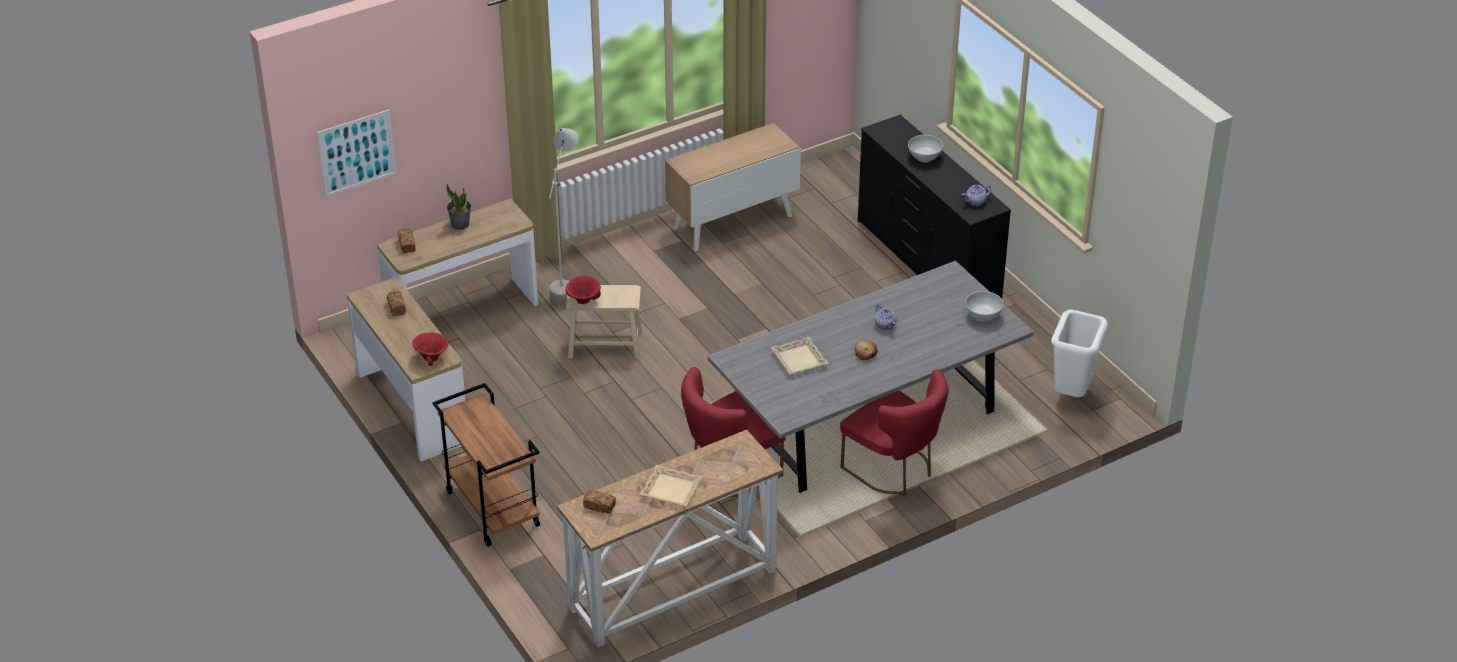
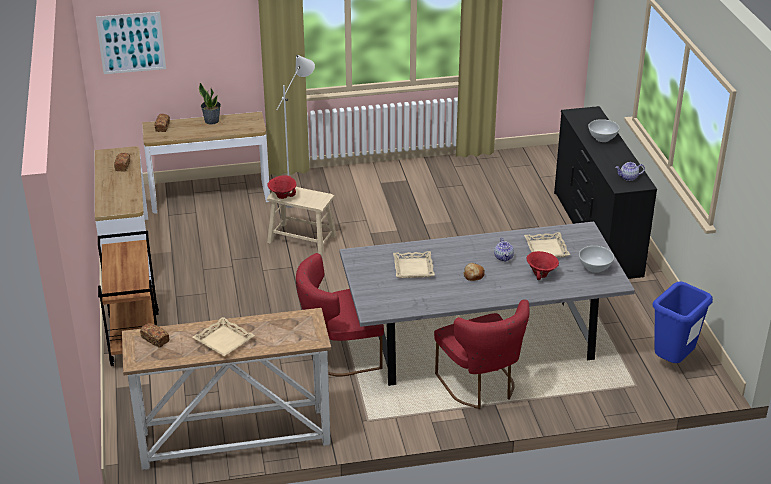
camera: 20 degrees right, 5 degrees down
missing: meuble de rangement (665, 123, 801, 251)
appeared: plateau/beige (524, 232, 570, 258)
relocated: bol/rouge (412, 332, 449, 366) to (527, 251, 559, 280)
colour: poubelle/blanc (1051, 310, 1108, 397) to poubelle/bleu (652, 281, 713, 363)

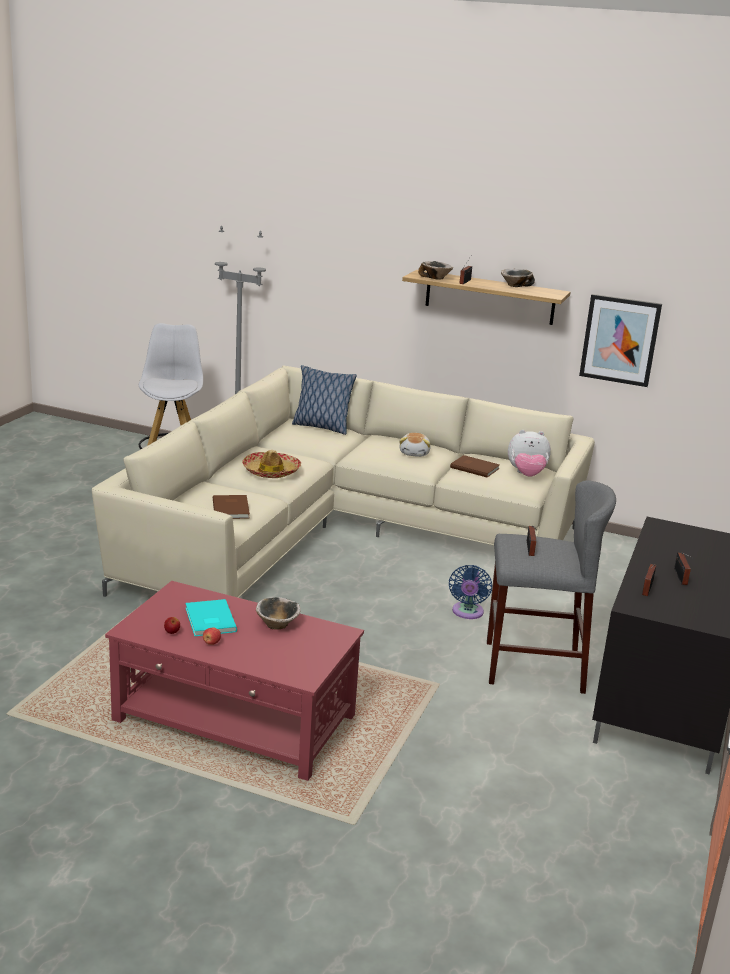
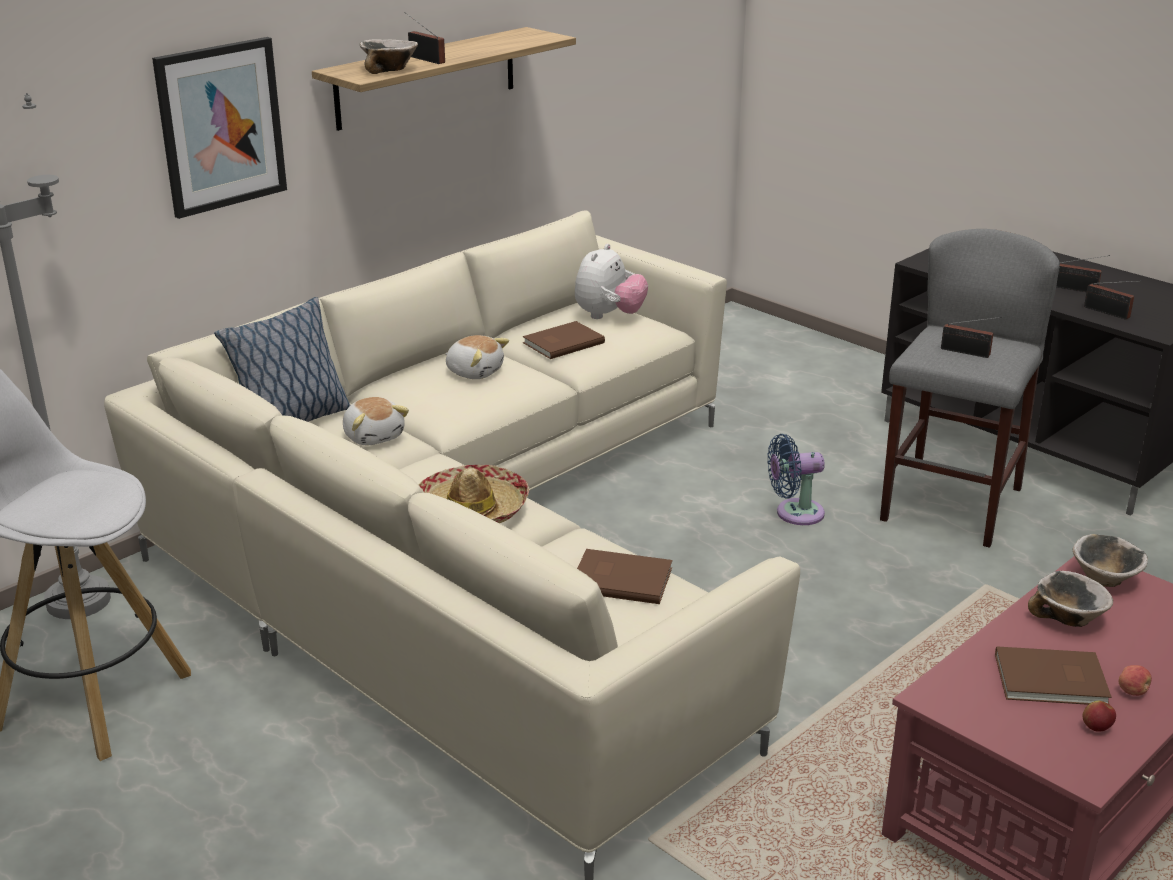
camera: 65 degrees left, 5 degrees up
appeared: peluche (343, 397, 409, 445)
relocated: bol (501, 269, 535, 287) to (1073, 534, 1148, 587); tableau (579, 294, 662, 387) to (152, 37, 287, 219)
colour: livre/turquoise (185, 599, 237, 636) to livre/marron (995, 646, 1112, 705)
spun: ventilateur/bleu (449, 565, 492, 619) = (767, 434, 825, 525) 135 degrees clockwise

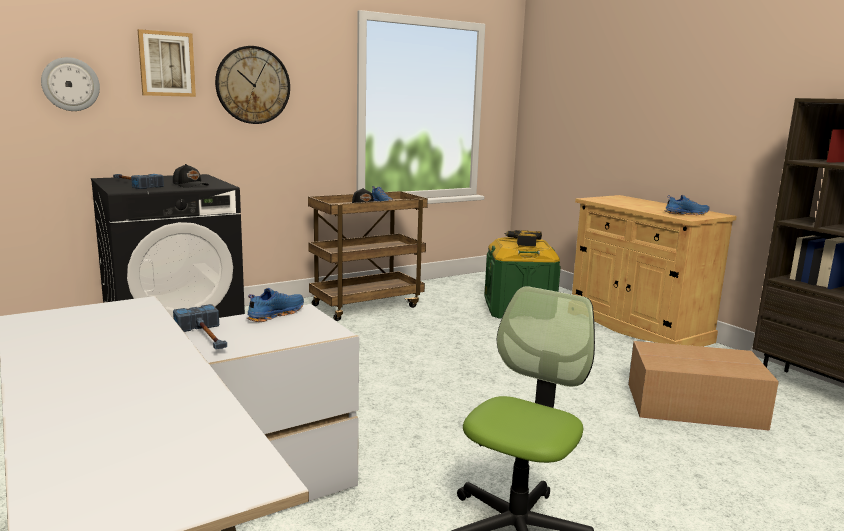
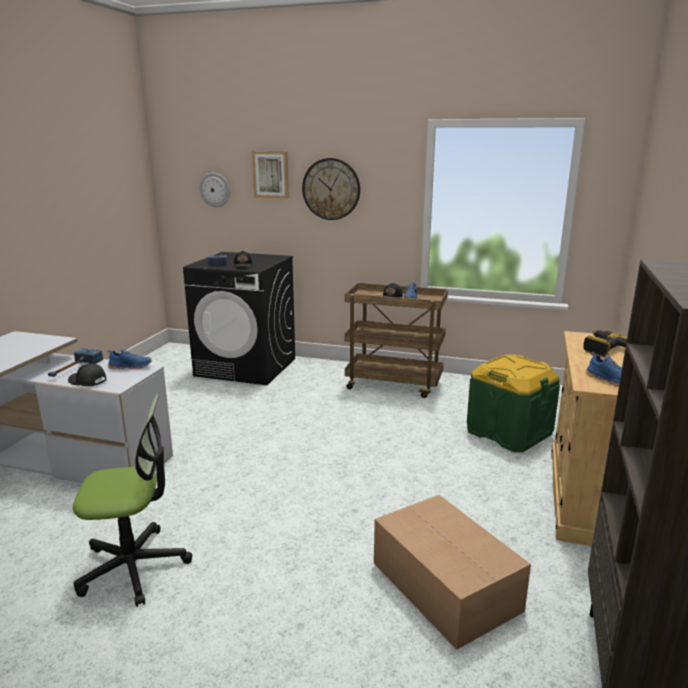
camera: 50 degrees right, 5 degrees up
appeared: casquette/noir (68, 363, 107, 386)
relocated: perceuse (504, 230, 542, 248) to (583, 330, 627, 357)

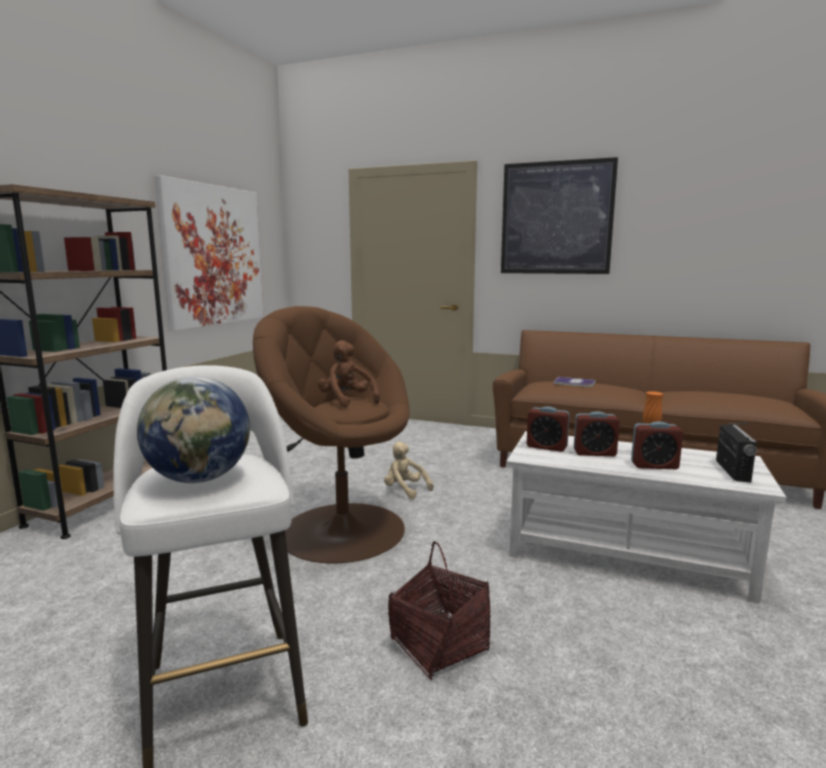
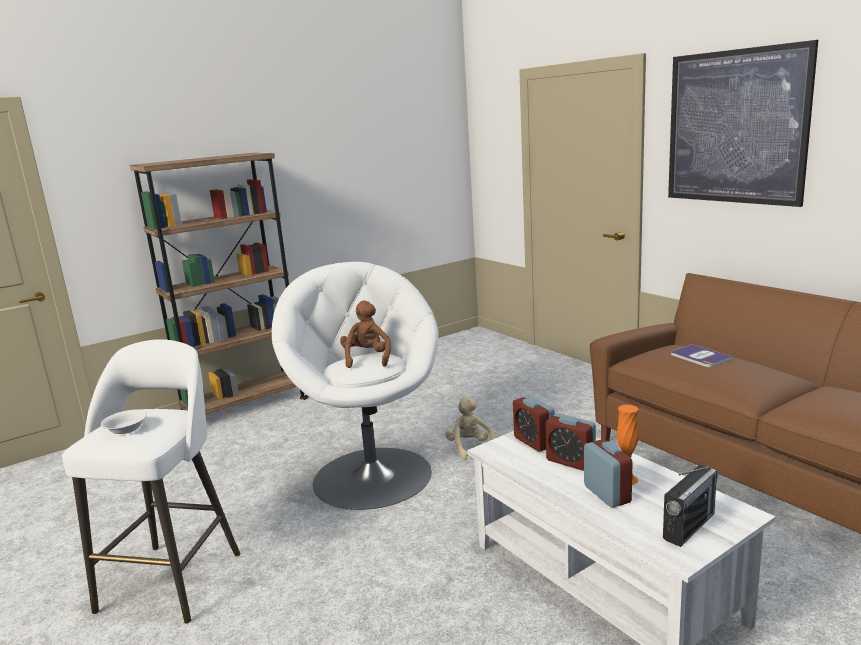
camera: 35 degrees right, 5 degrees up
missing: tableau (155, 175, 264, 331); panier (388, 541, 491, 680)
exchanged: globe (137, 376, 250, 483) to bol/blanc (101, 410, 147, 434)
colour: fauteuil/marron (253, 306, 410, 563) to fauteuil/blanc (272, 262, 439, 510)
spun: réveil (631, 421, 683, 469) = (584, 439, 633, 508) 150 degrees counterclockwise

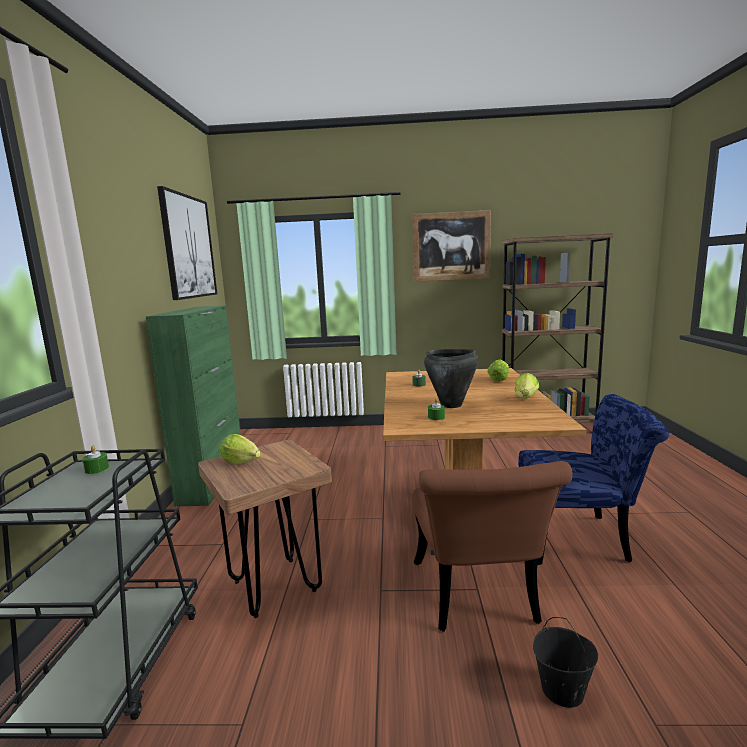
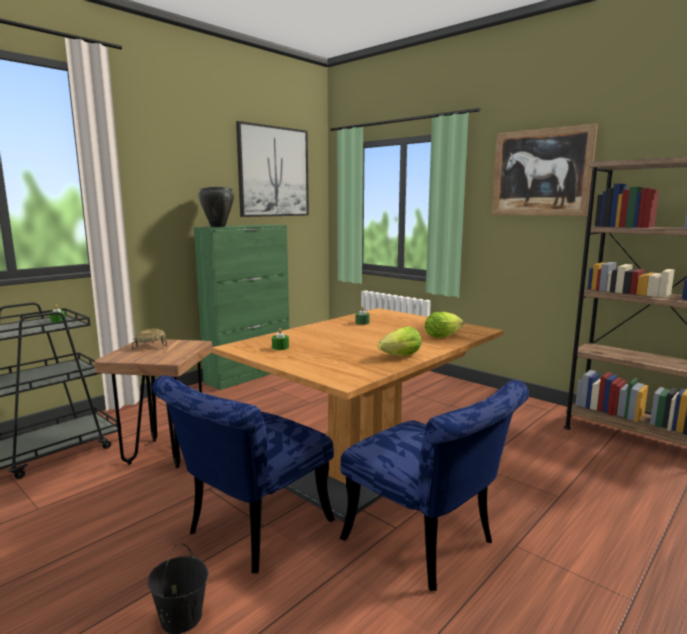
camera: 40 degrees right, 0 degrees up
relocated: marmite/noir (424, 349, 478, 408) to (198, 187, 234, 227)
exchanged: laitue (220, 434, 261, 464) to bol/beige (131, 328, 167, 350)
colour: chaise/marron (412, 461, 573, 632) to chaise/bleu (152, 375, 335, 574)

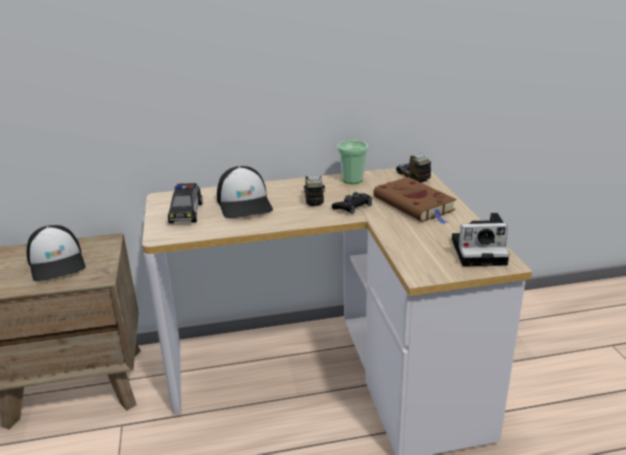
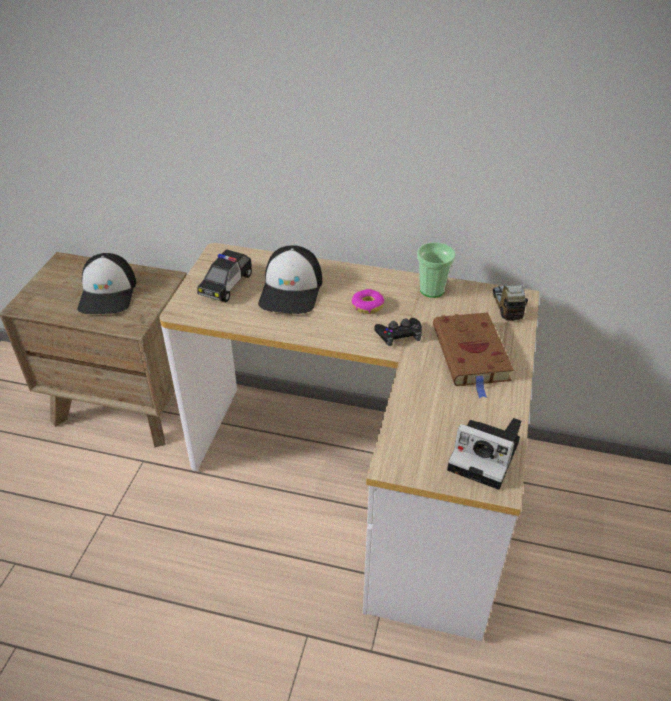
camera: 25 degrees right, 15 degrees up
exchanged: camion jouet (304, 175, 325, 206) to beignet (351, 289, 384, 314)

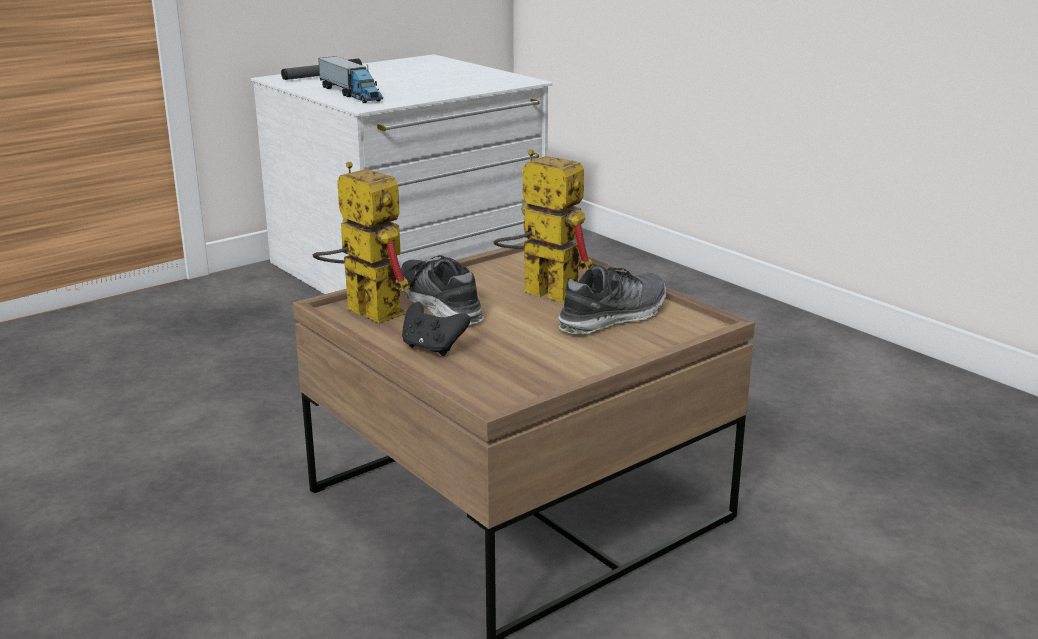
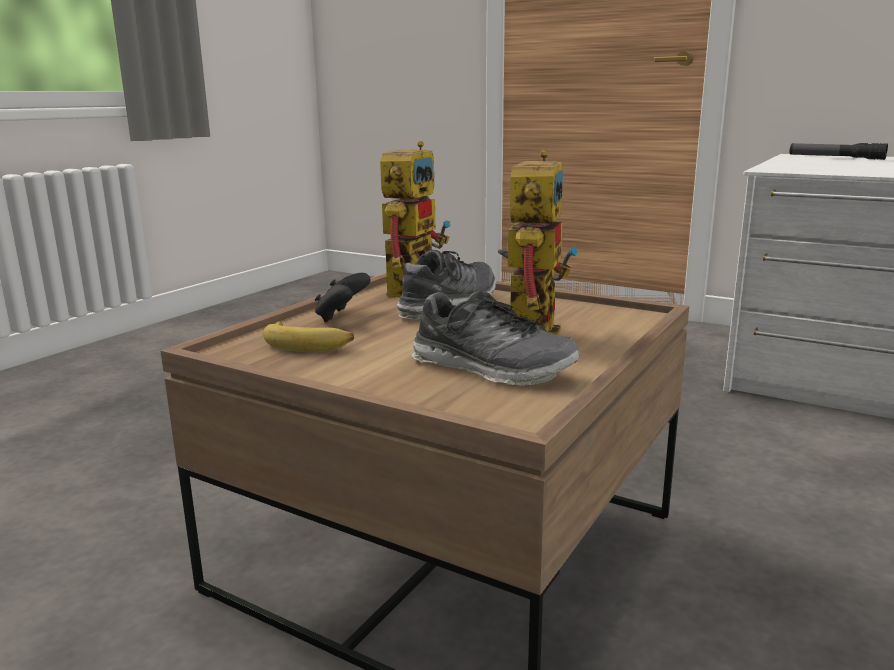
camera: 70 degrees right, 5 degrees down
missing: camion jouet (318, 56, 383, 103)
appeared: banane (263, 321, 354, 352)

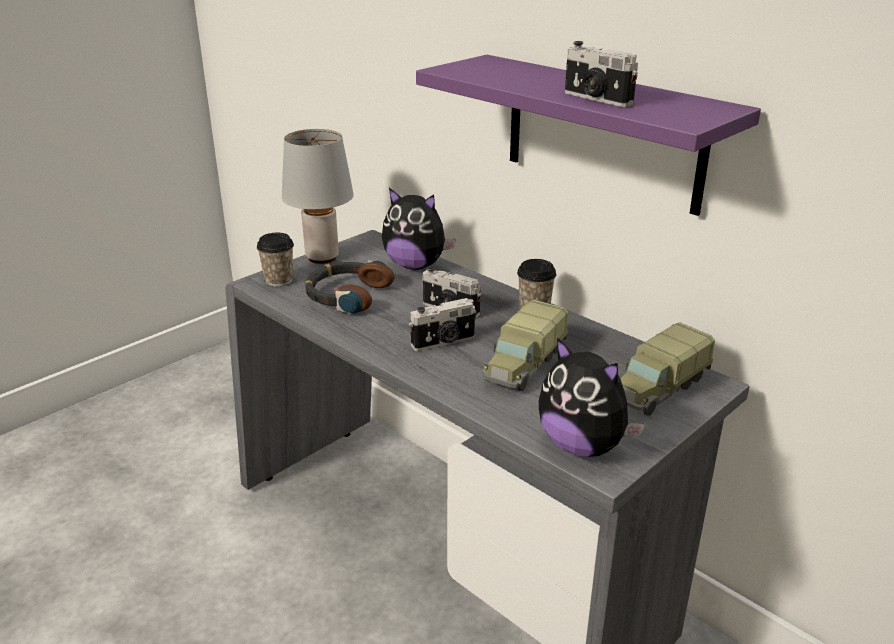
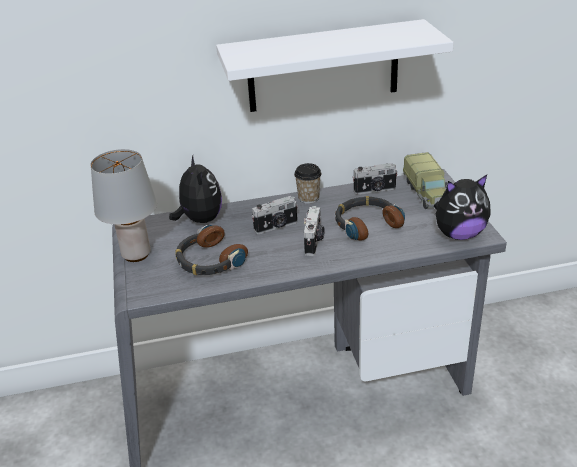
camera: 55 degrees left, 5 degrees up
missing: tasse (257, 233, 294, 286)
relocated: appareil photo (565, 41, 638, 107) to (352, 163, 398, 194)
exchanged: camion jouet (482, 300, 568, 391) to casque audio (335, 196, 405, 241)
colour: étagère/violet (416, 55, 761, 216) to étagère/blanc (216, 19, 454, 112)
spun: peluche (382, 188, 456, 270) = (169, 156, 222, 223) 75 degrees counterclockwise

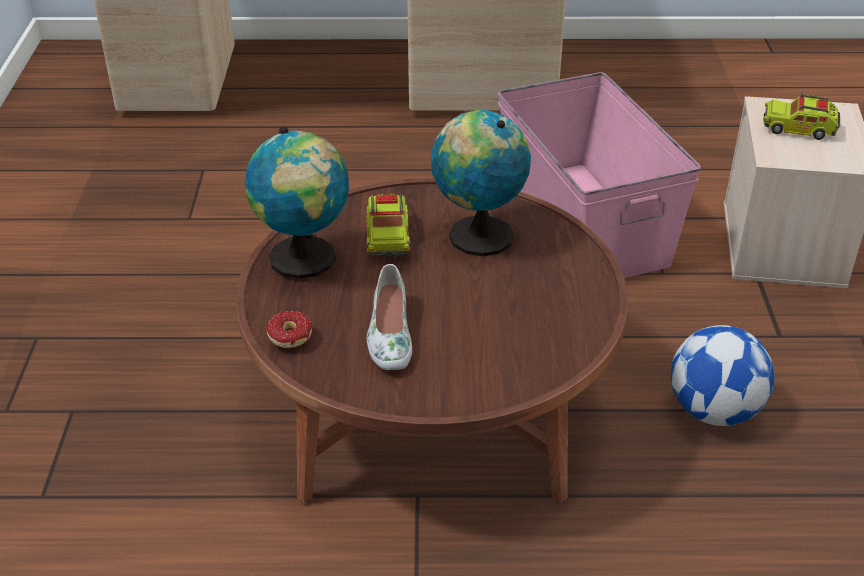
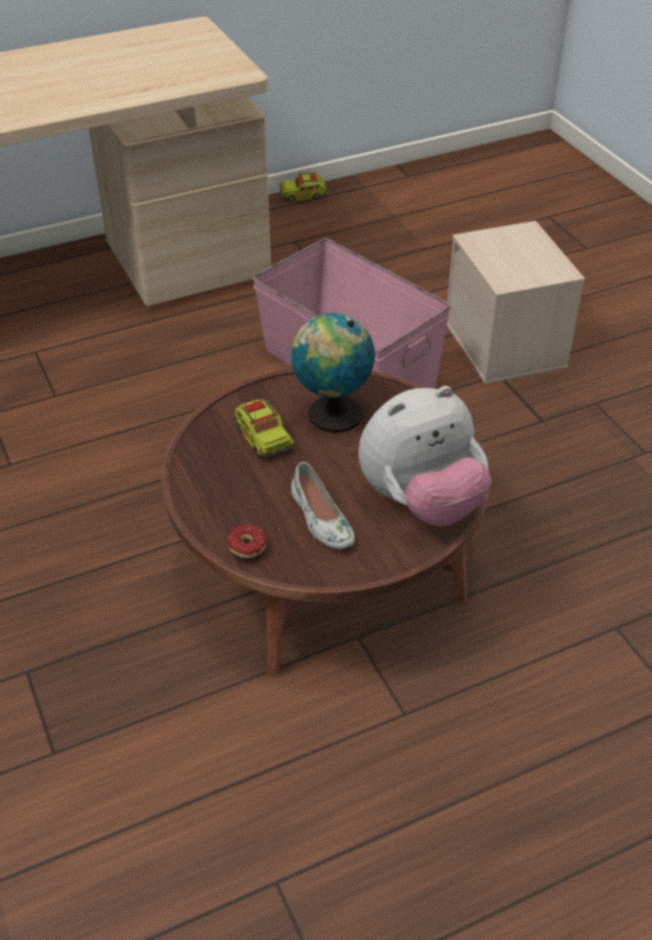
camera: 25 degrees left, 5 degrees up
missing: globe (245, 127, 349, 279); ballon de foot (671, 325, 774, 426)
appeared: peluche (359, 386, 492, 526)
relocated: camion jouet (763, 90, 840, 140) to (279, 172, 328, 202)

